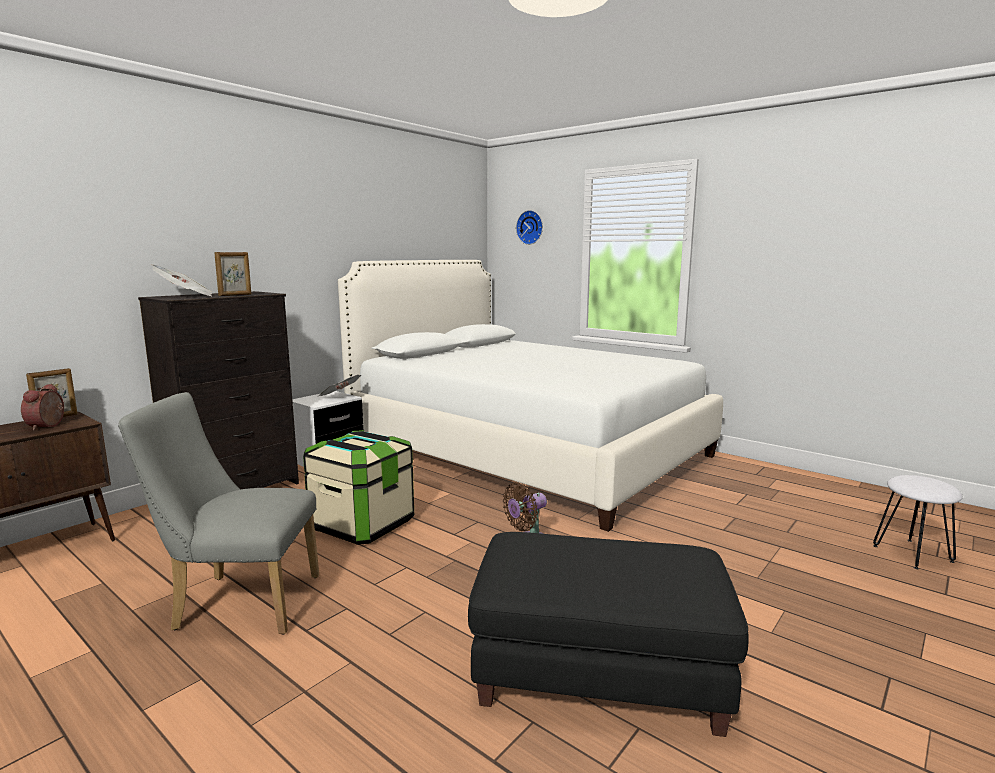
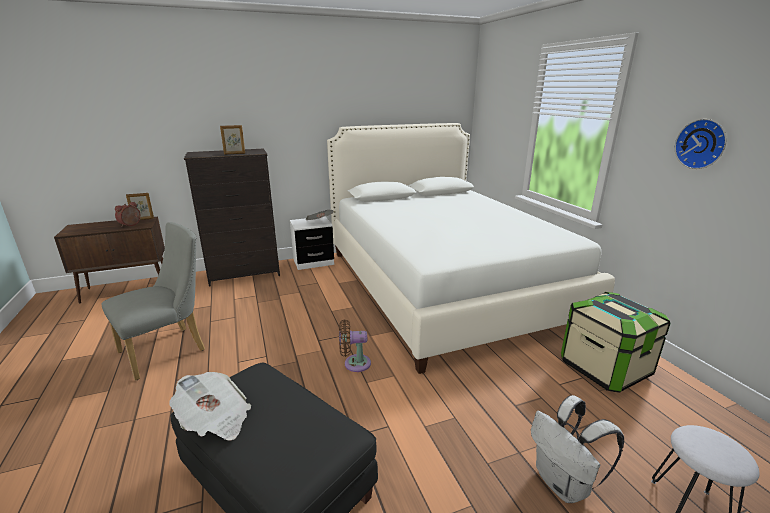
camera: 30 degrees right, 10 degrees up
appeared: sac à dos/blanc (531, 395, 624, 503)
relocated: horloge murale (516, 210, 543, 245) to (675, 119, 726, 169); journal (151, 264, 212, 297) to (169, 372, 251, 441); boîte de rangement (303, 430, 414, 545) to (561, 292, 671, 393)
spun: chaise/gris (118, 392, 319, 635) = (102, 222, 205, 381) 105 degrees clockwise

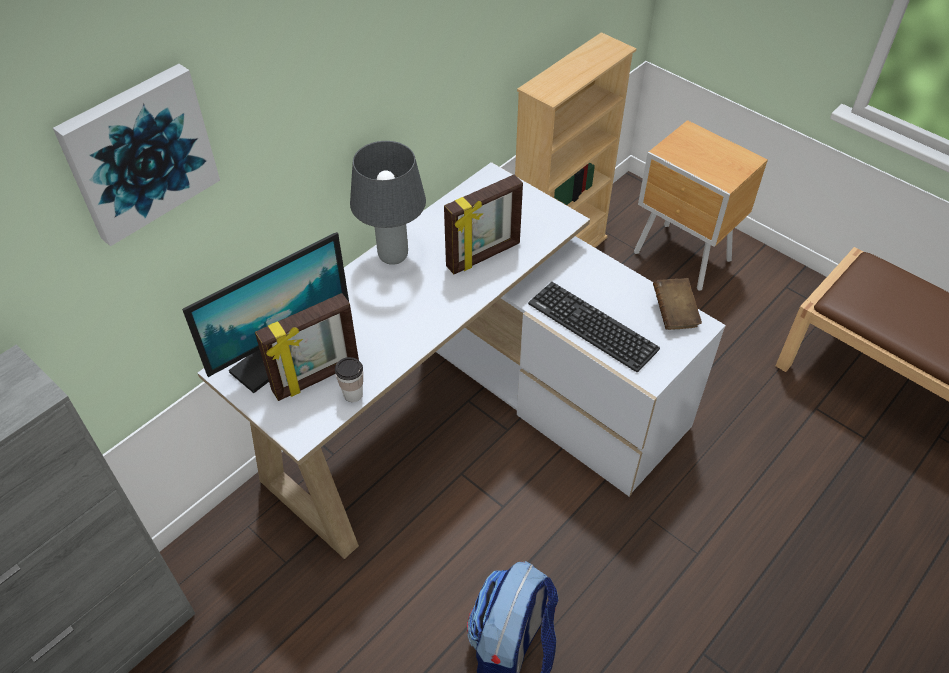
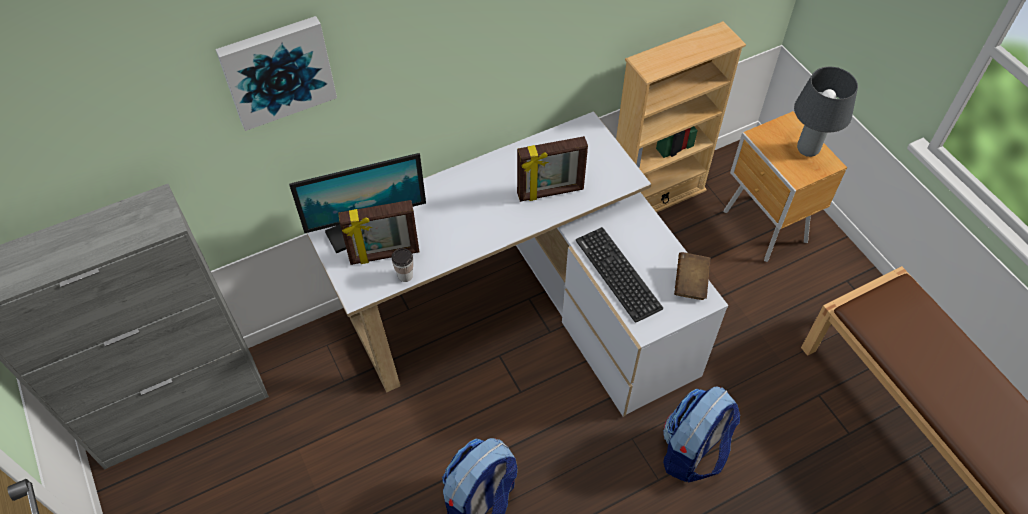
camera: 20 degrees right, 5 degrees up
appeared: sac à dos (663, 386, 740, 482)
relocated: lampe de table/gris (350, 141, 426, 265) to (794, 67, 858, 157)

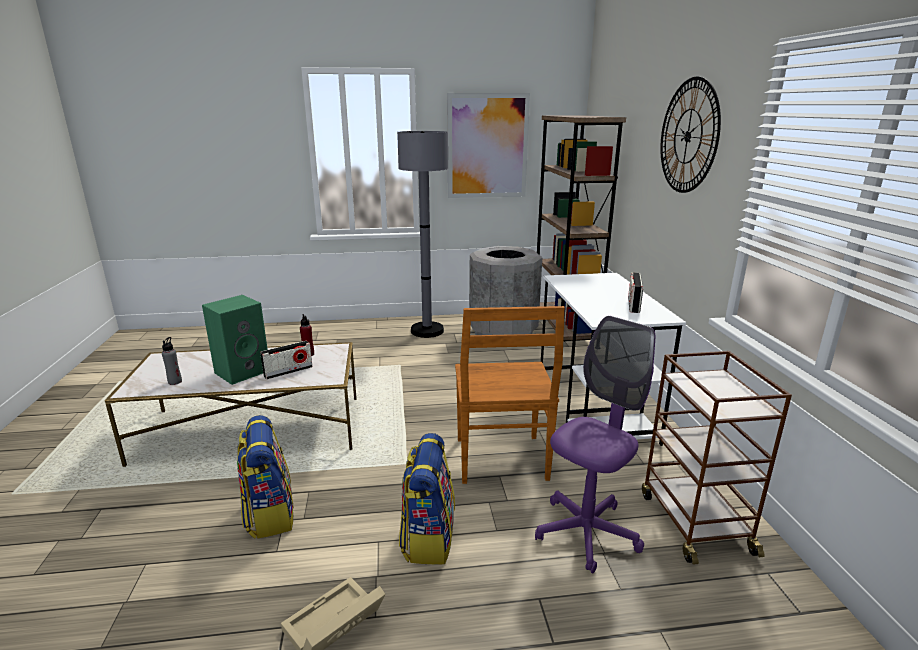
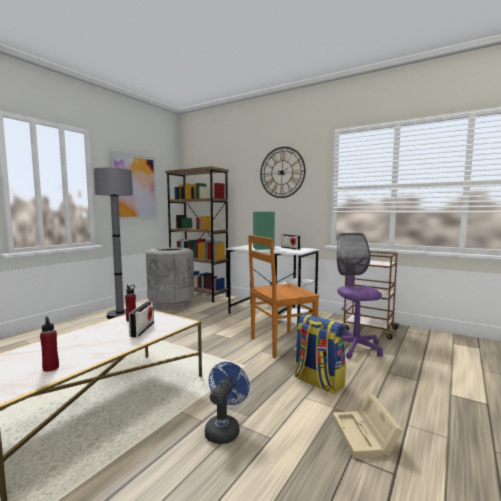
camera: 50 degrees left, 15 degrees down
relocated: enceinte/vert (202, 295, 268, 385) to (253, 212, 275, 250)
exchanged: sac à dos (237, 415, 294, 539) to ventilateur/bleu (205, 362, 250, 444)
colour: bouteille/gris (162, 337, 182, 385) to bouteille/rouge (40, 316, 59, 372)
spun: chaise/marron (455, 306, 565, 484) = (248, 235, 320, 358) 120 degrees clockwise

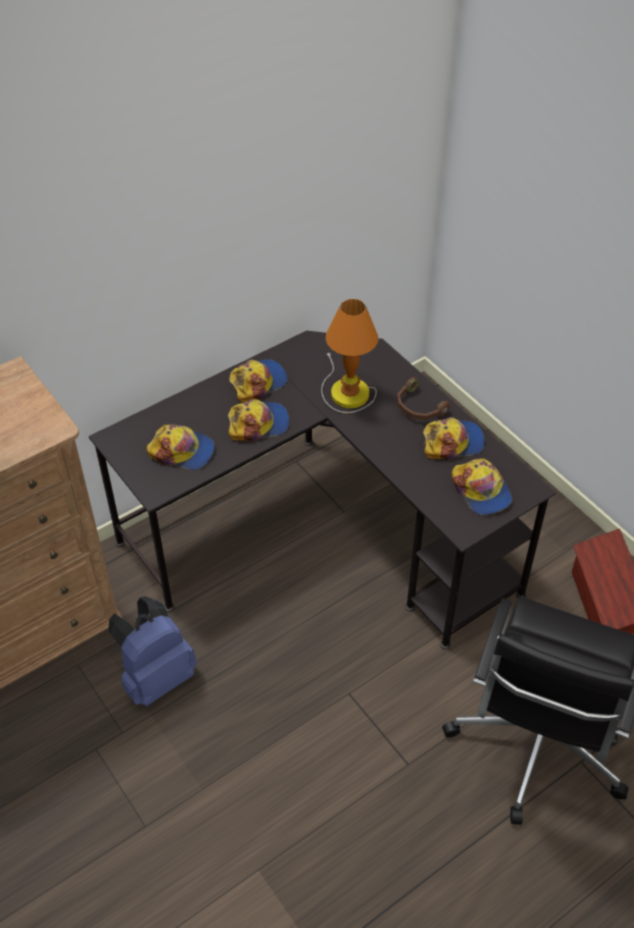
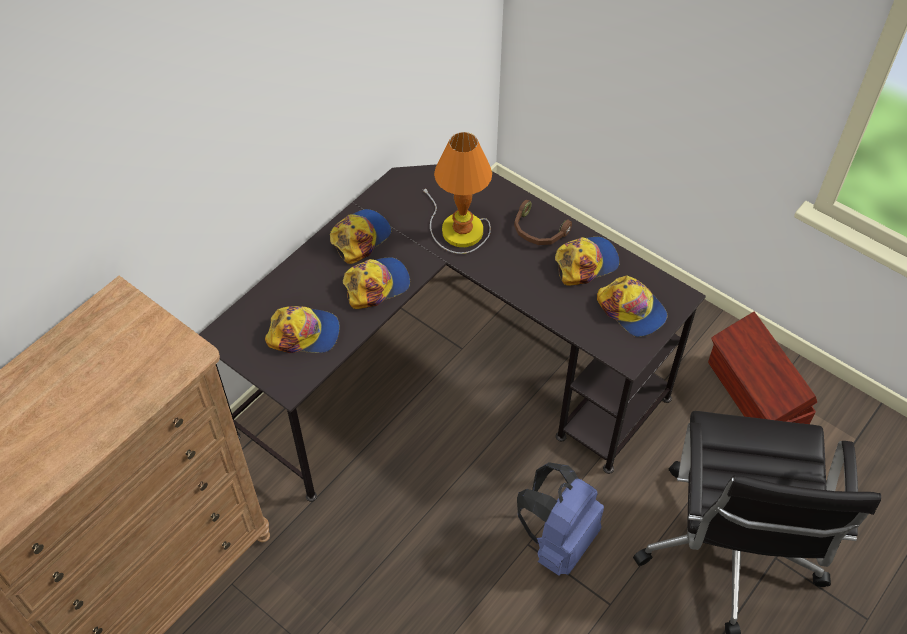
camera: 15 degrees left, 5 degrees up
relocated: sac à dos/bleu (108, 596, 197, 706) to (517, 462, 604, 576)

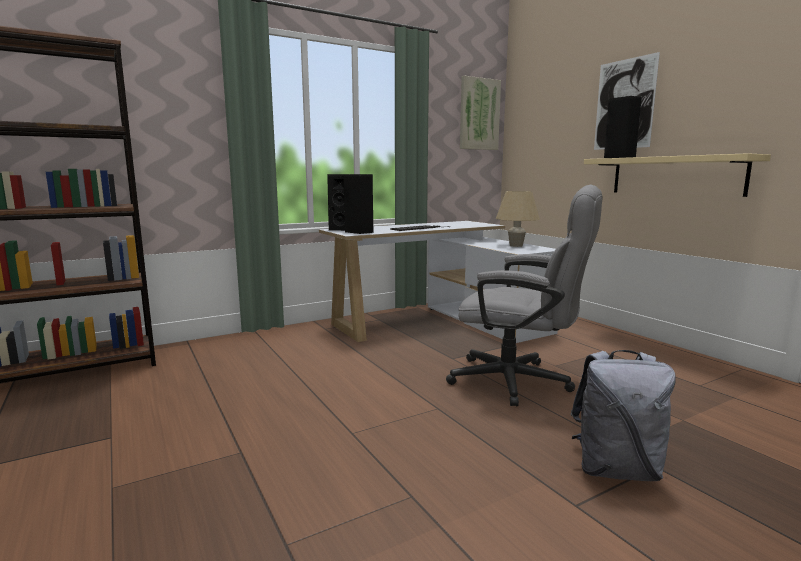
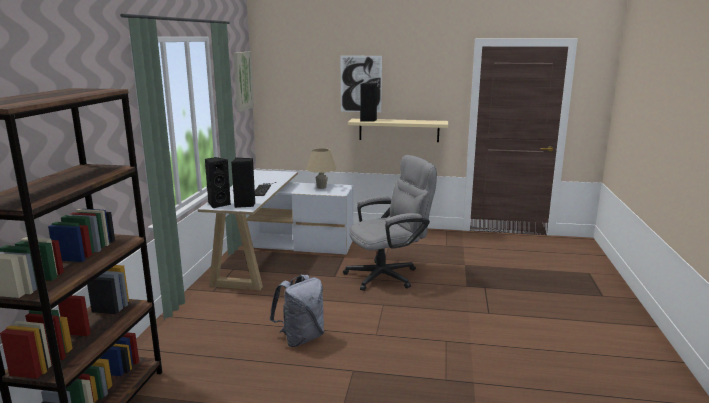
camera: 50 degrees left, 5 degrees up
relocated: sac à dos/gris (570, 350, 676, 481) to (270, 275, 324, 347)

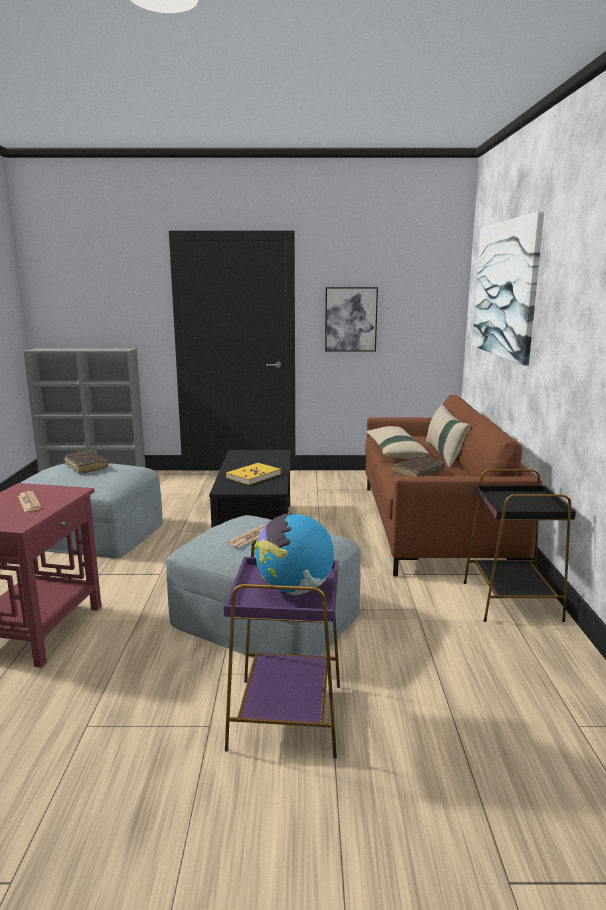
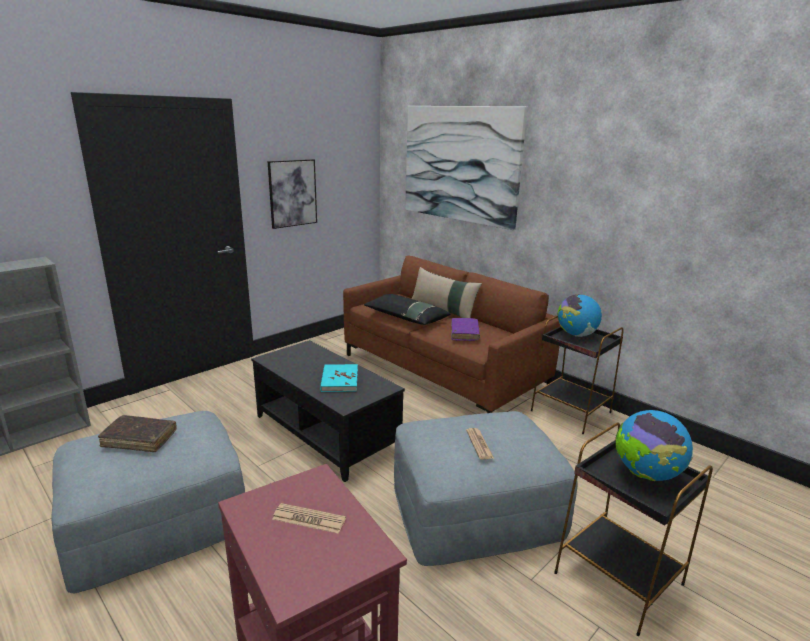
camera: 45 degrees left, 5 degrees up
appeared: globe (557, 294, 602, 337)
colour: coussin/beige (365, 426, 429, 459) to coussin/noir (364, 294, 451, 325); livre/marron (392, 456, 445, 476) to livre/violet (451, 318, 480, 341); livre/jaune (226, 463, 281, 485) to livre/turquoise (320, 364, 358, 392); table d'appoint/violet (224, 537, 340, 759) to table d'appoint/noir (554, 423, 713, 636)

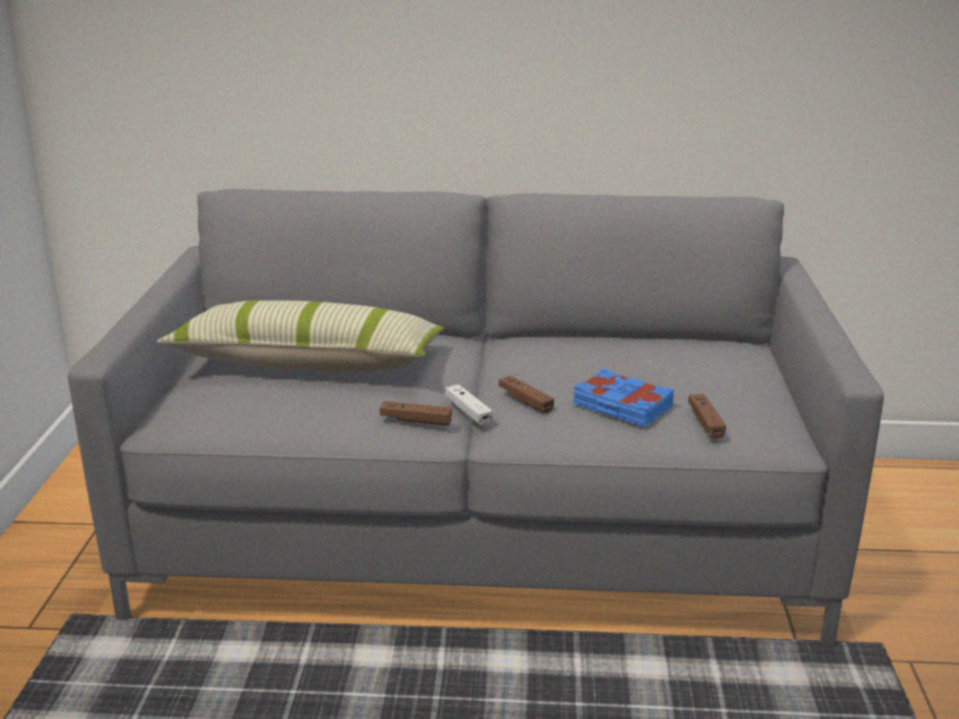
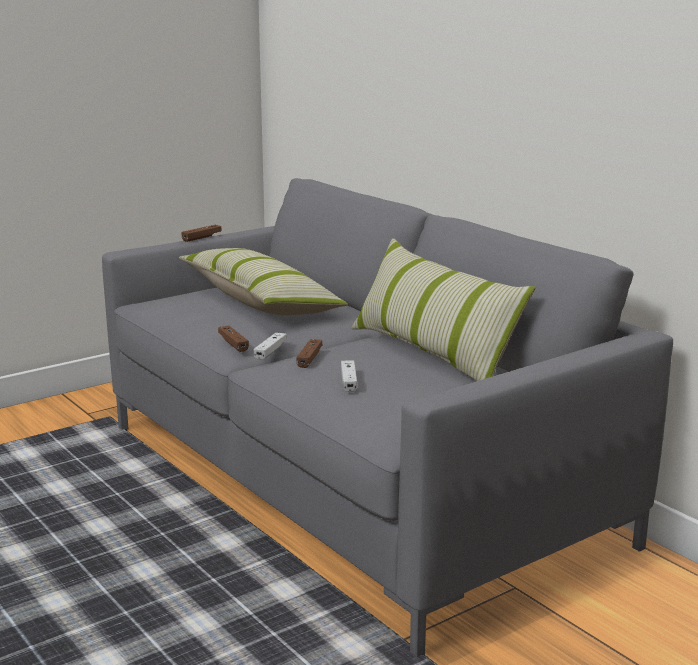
camera: 50 degrees right, 5 degrees down
appeared: coussin (351, 238, 535, 381)
relocated: manette/marron (688, 394, 726, 439) to (182, 225, 222, 242)
exchanged: livre/bleu (573, 368, 675, 427) to manette/blanc (341, 360, 357, 392)

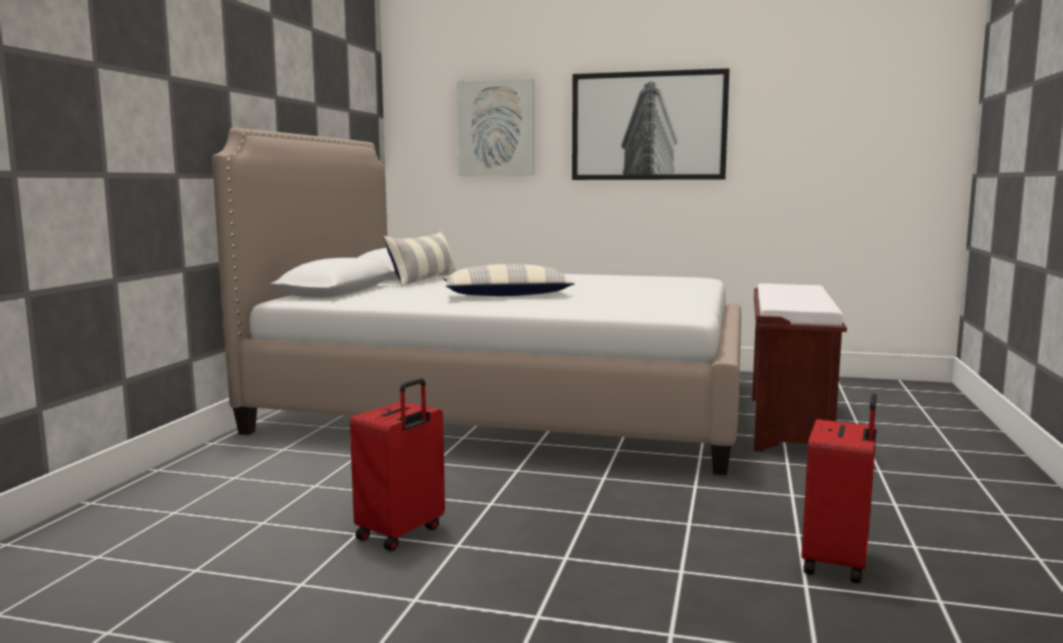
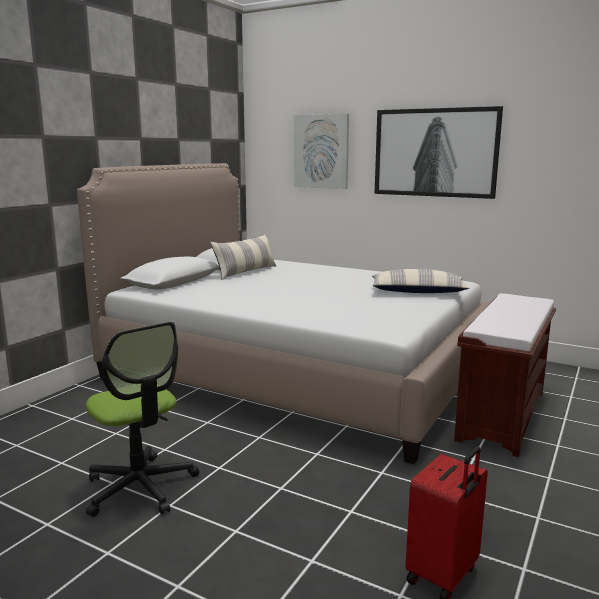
camera: 15 degrees right, 5 degrees up
relocated: coussin (442, 264, 575, 296) to (372, 269, 469, 293)
exchanged: valise/rouge (350, 378, 445, 551) to chaise de bureau (86, 322, 199, 517)

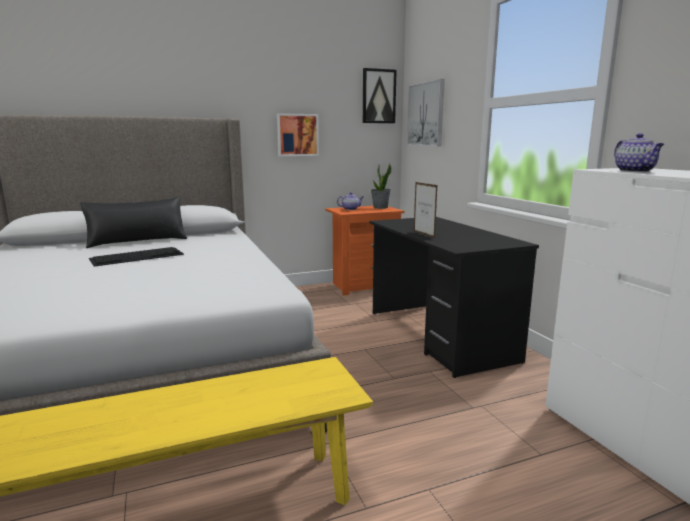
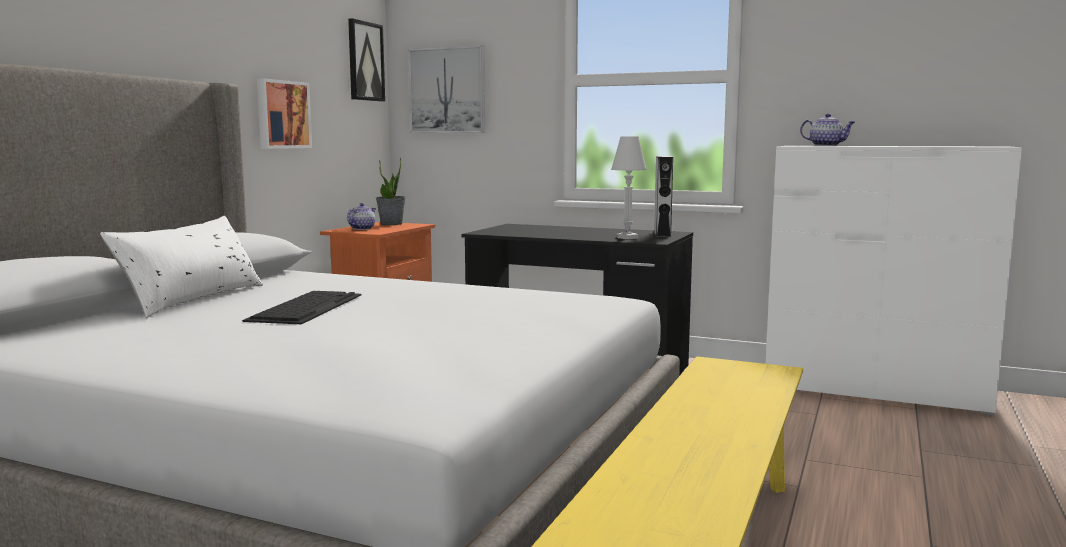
camera: 45 degrees left, 5 degrees down
missing: cadre photo (414, 182, 438, 238)
appeared: lampe de table/blanc (611, 136, 647, 239); enceinte/gris (654, 156, 673, 237)
colour: coussin/noir (80, 197, 187, 248) to coussin/blanc (100, 216, 263, 318)

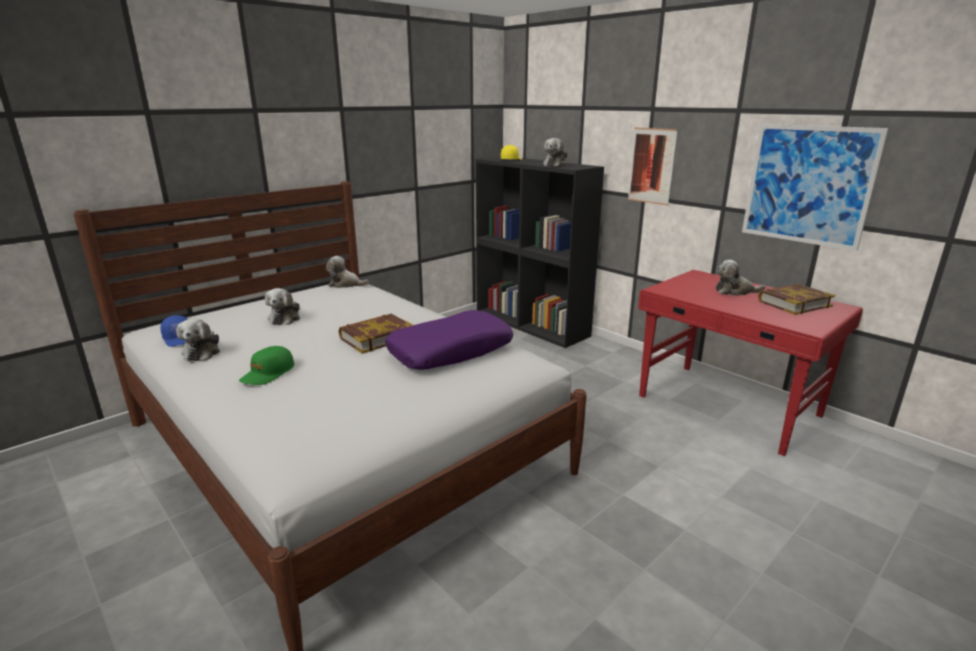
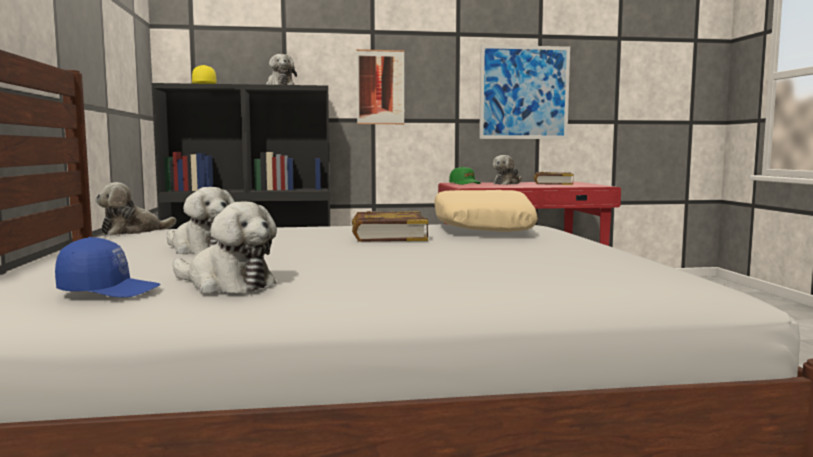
camera: 55 degrees left, 15 degrees down
relocated: casquette/vert (239, 346, 294, 385) to (449, 166, 480, 185)
colour: coussin/violet (385, 310, 513, 370) to coussin/beige (434, 190, 538, 232)

